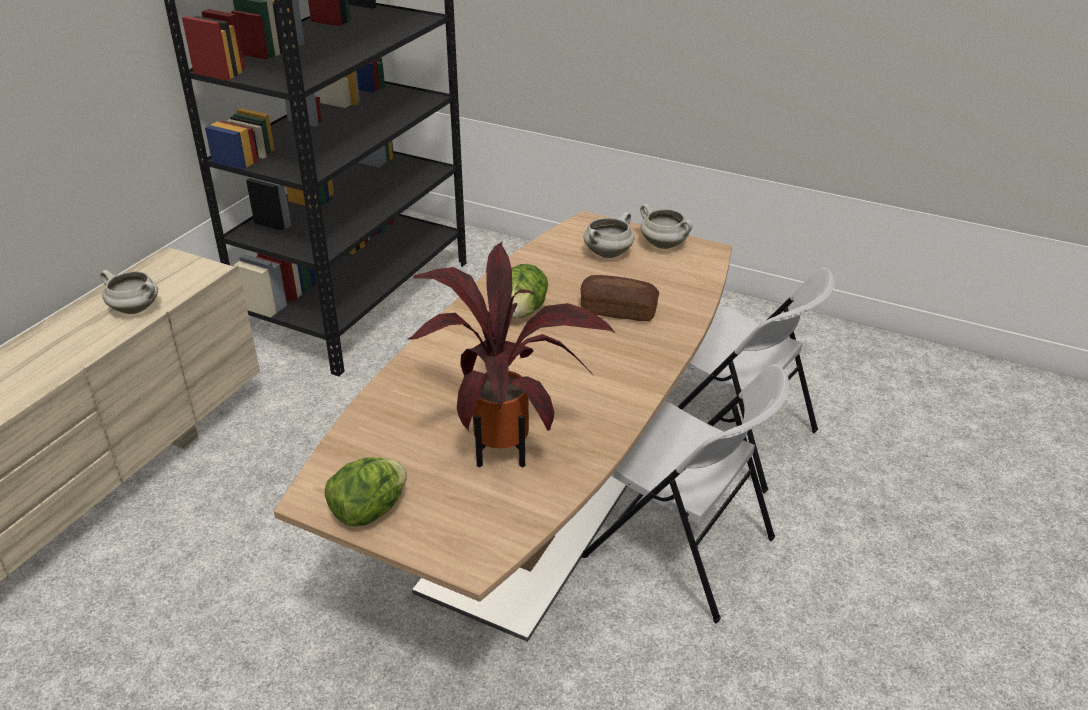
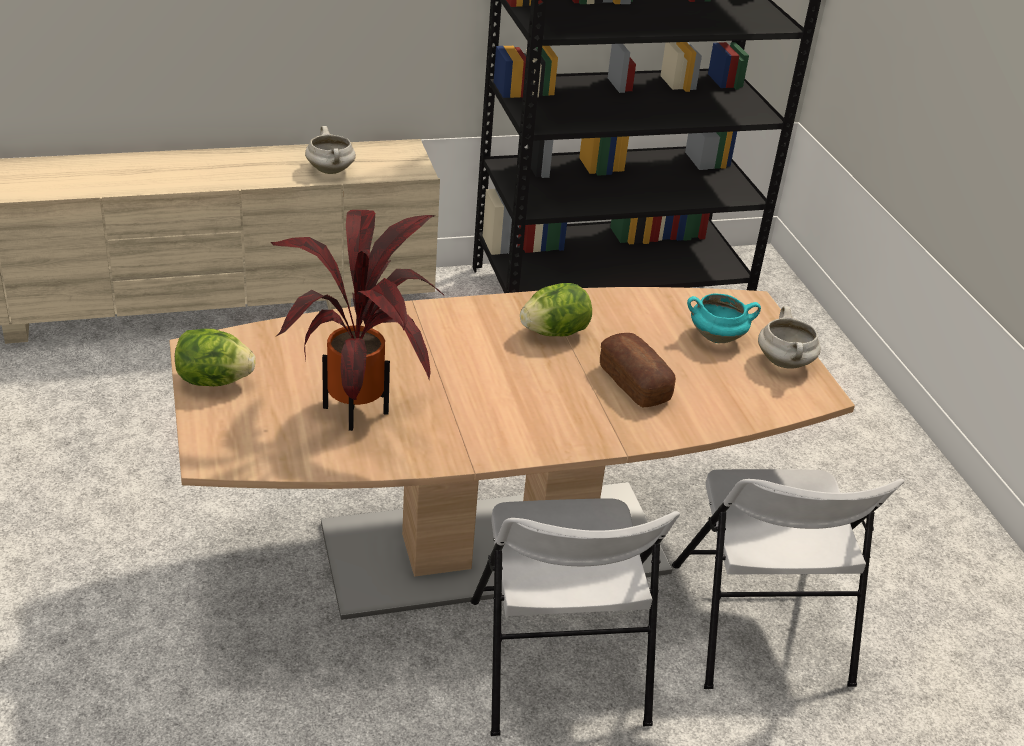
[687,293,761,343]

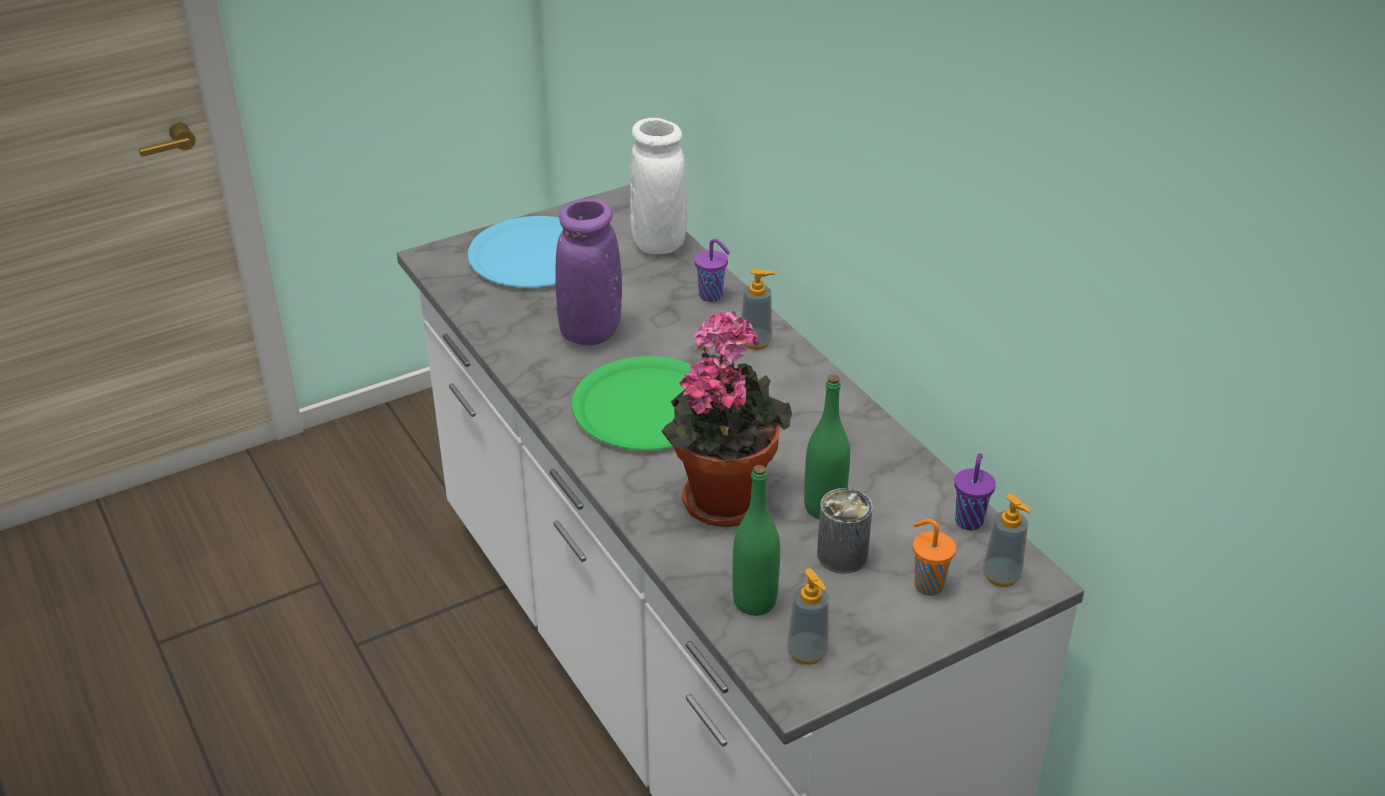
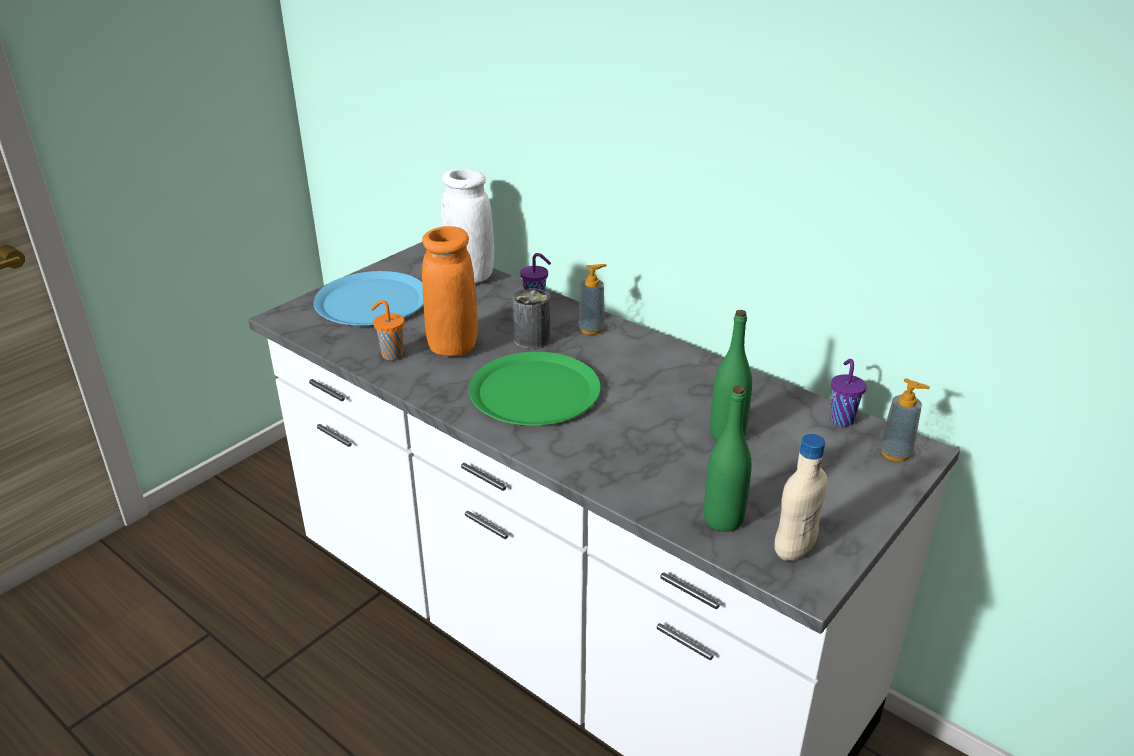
[422,226,478,356]
[662,311,792,527] (first image)
[774,434,828,561]
[512,288,550,349]
[371,300,404,360]

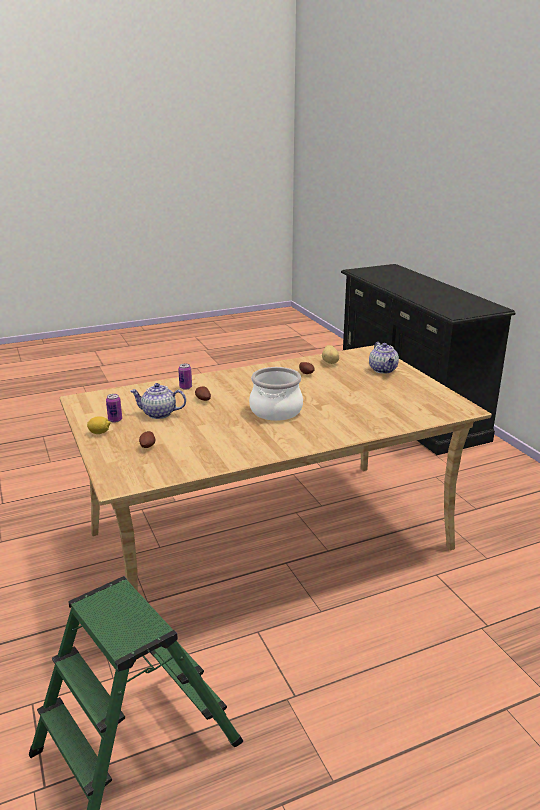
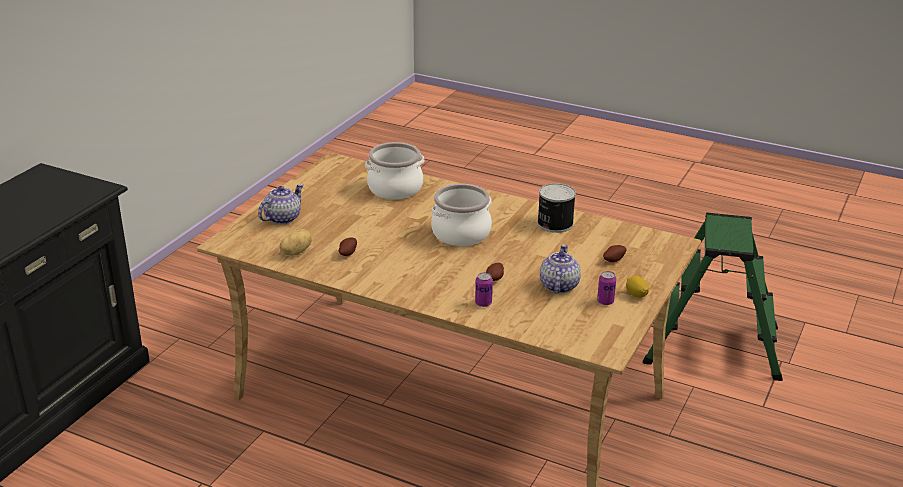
[540,245,581,294]
[365,142,425,199]
[537,183,576,233]

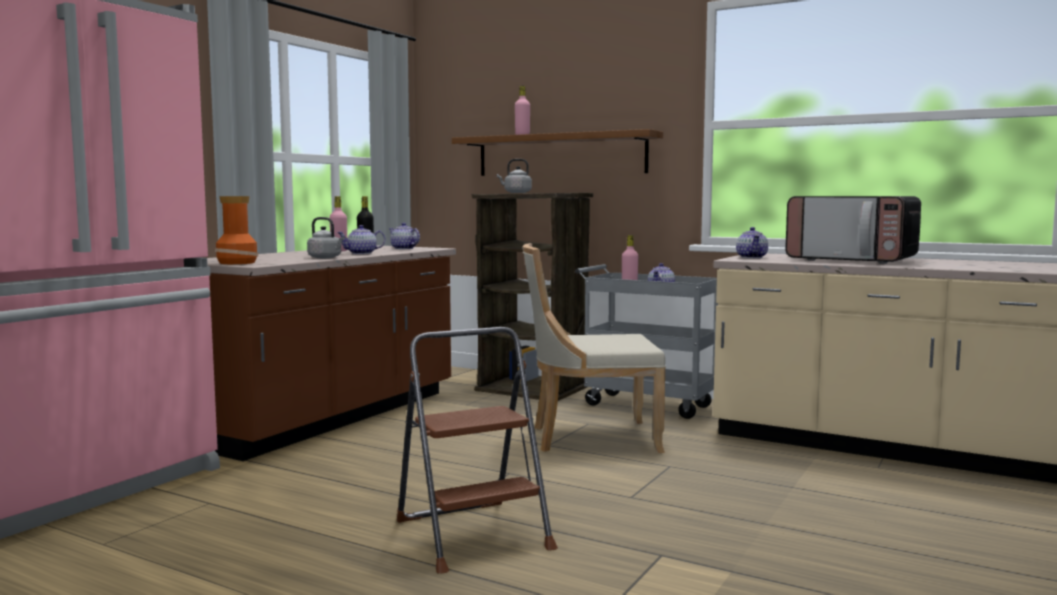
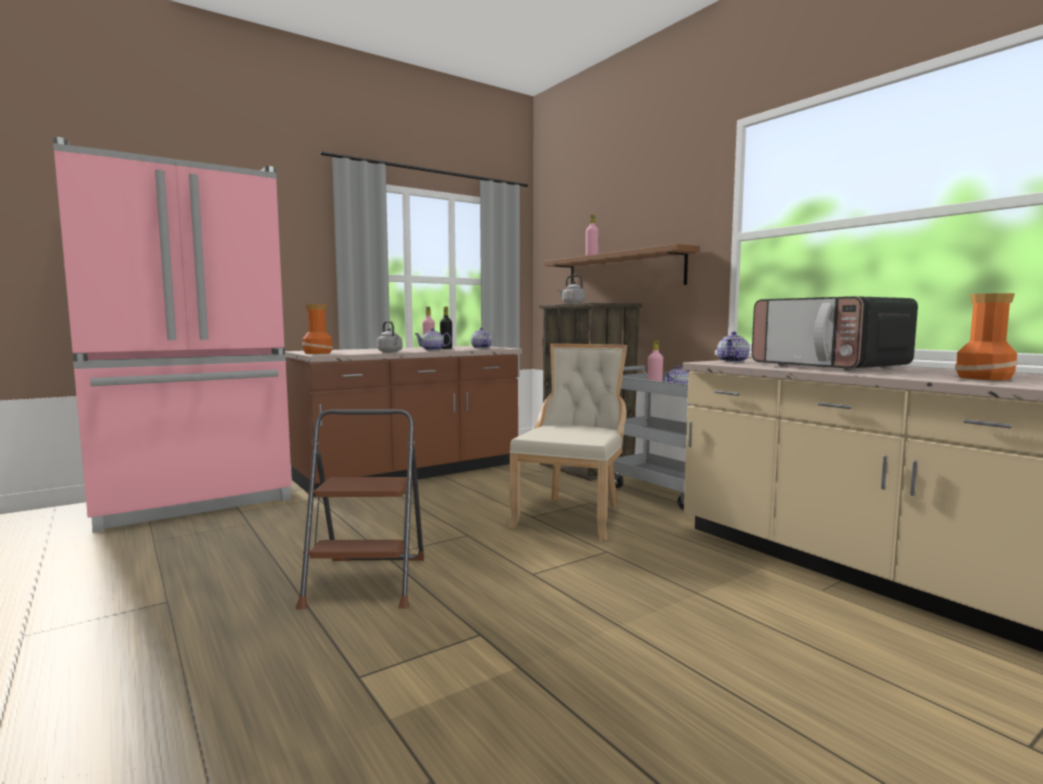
[509,343,627,541]
[955,293,1018,380]

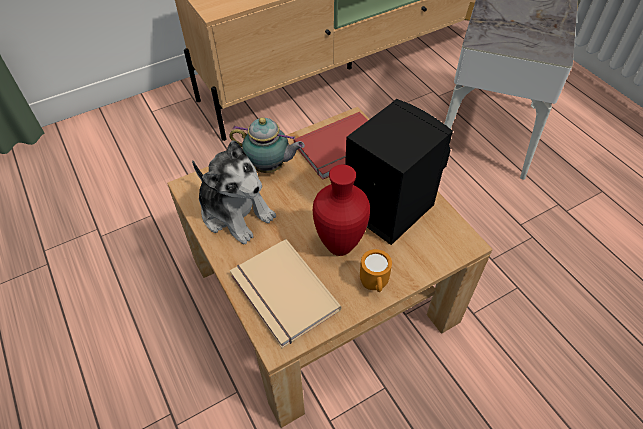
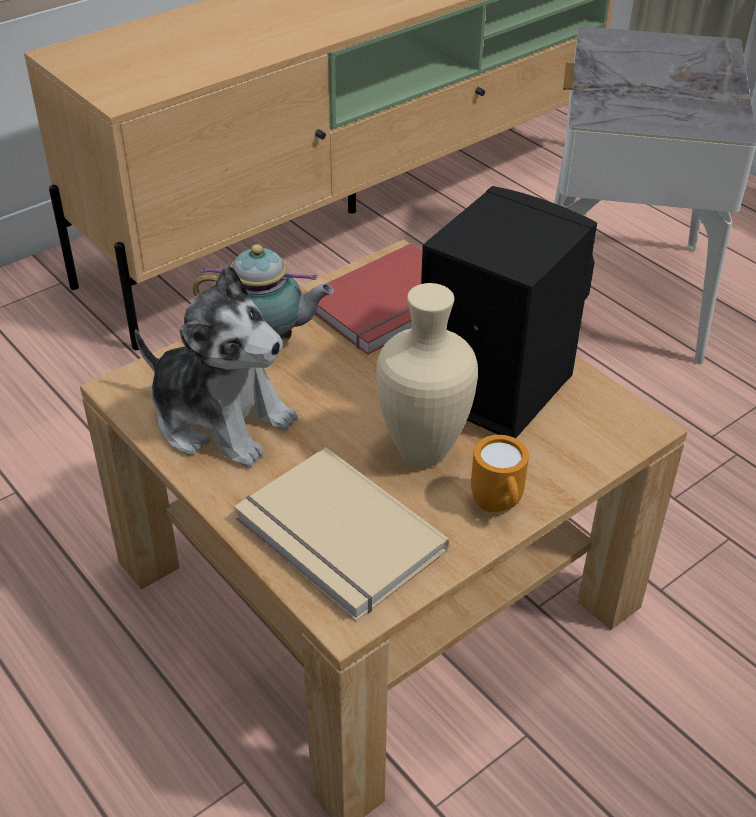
[376,283,478,467]

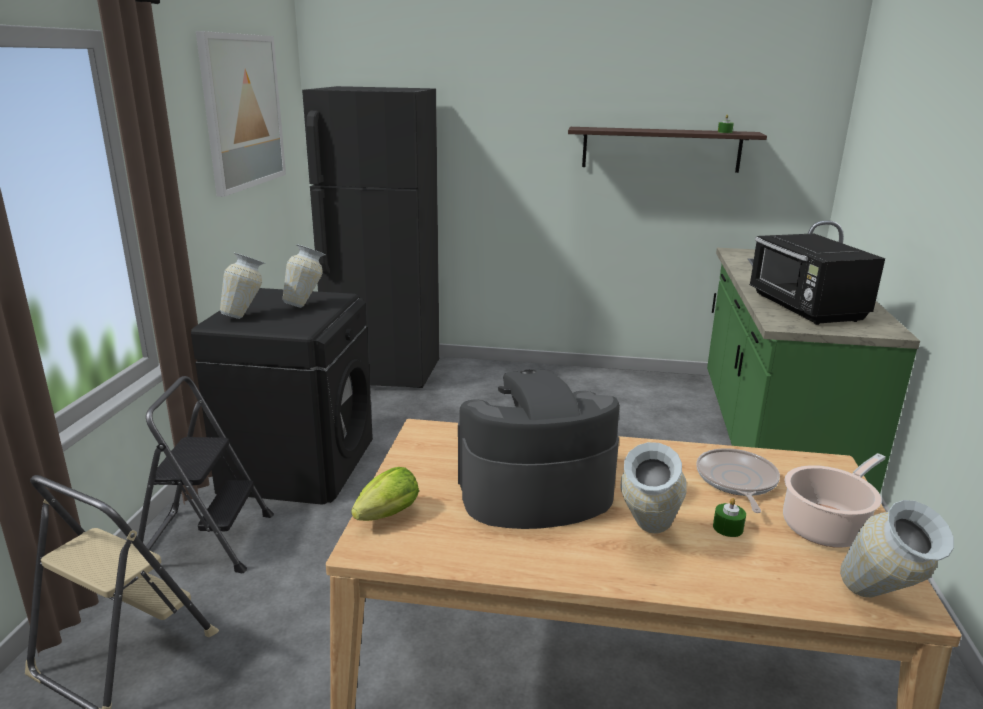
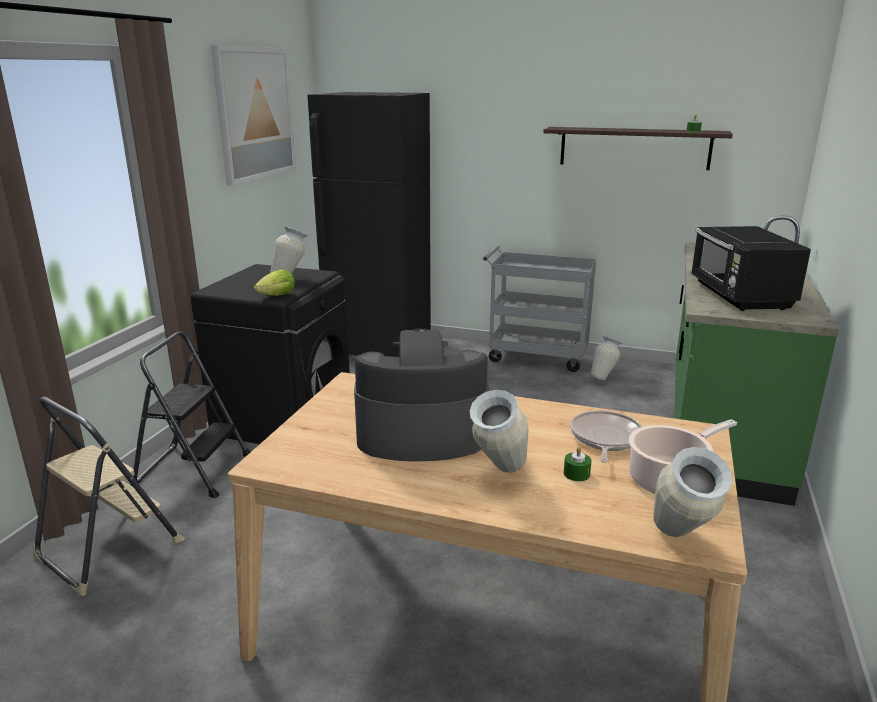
[591,336,623,381]
[254,269,295,296]
[483,245,596,372]

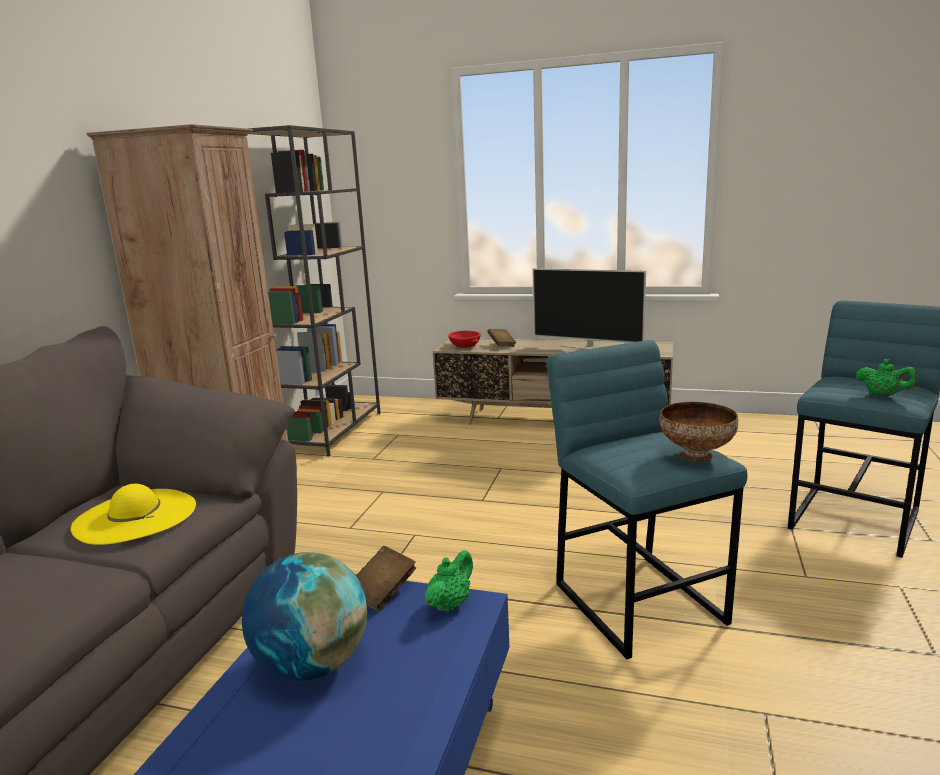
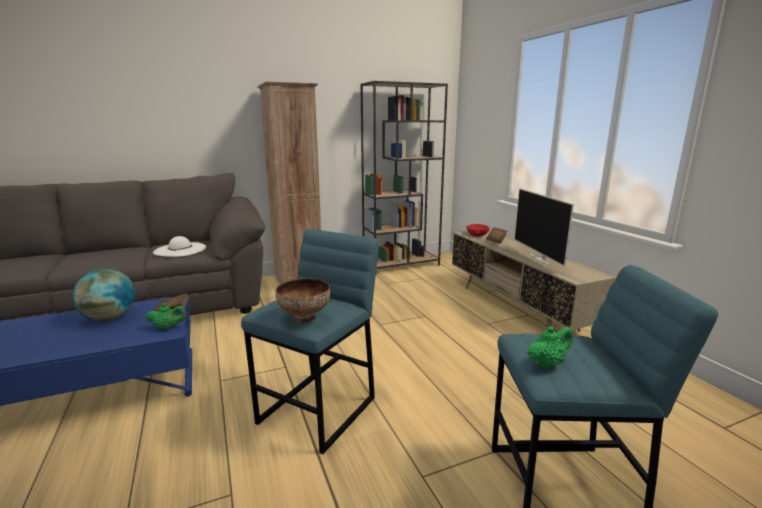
[153,236,206,257]
[527,326,573,368]

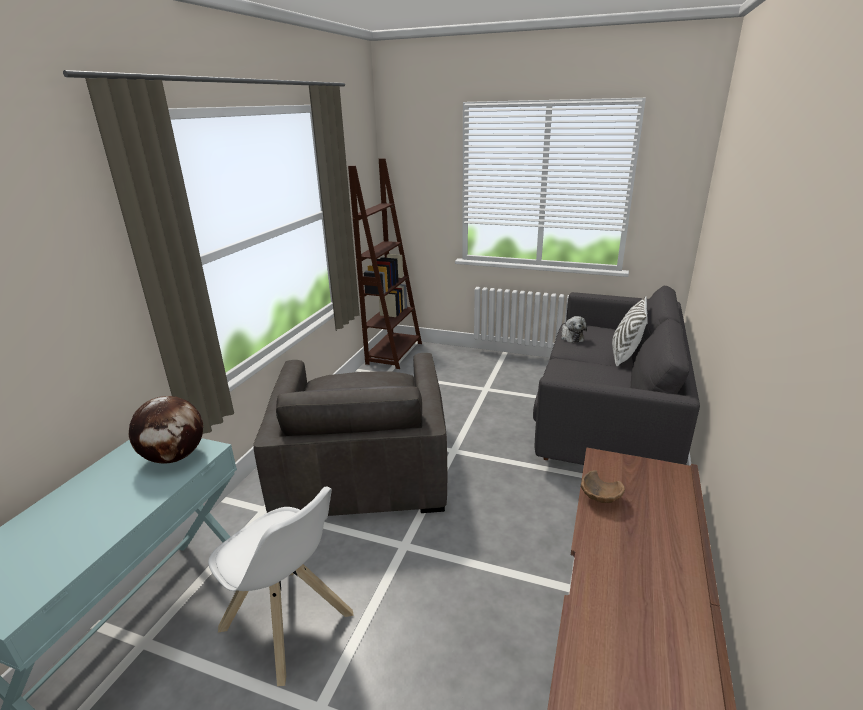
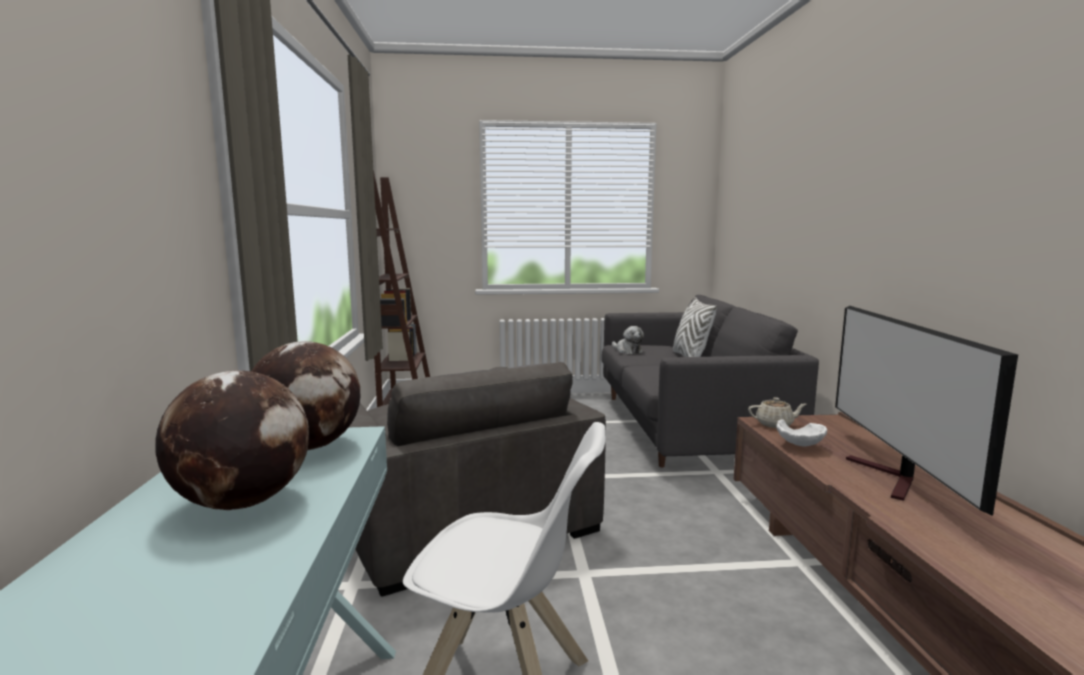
[776,419,827,447]
[155,371,309,510]
[748,397,806,428]
[835,306,1018,516]

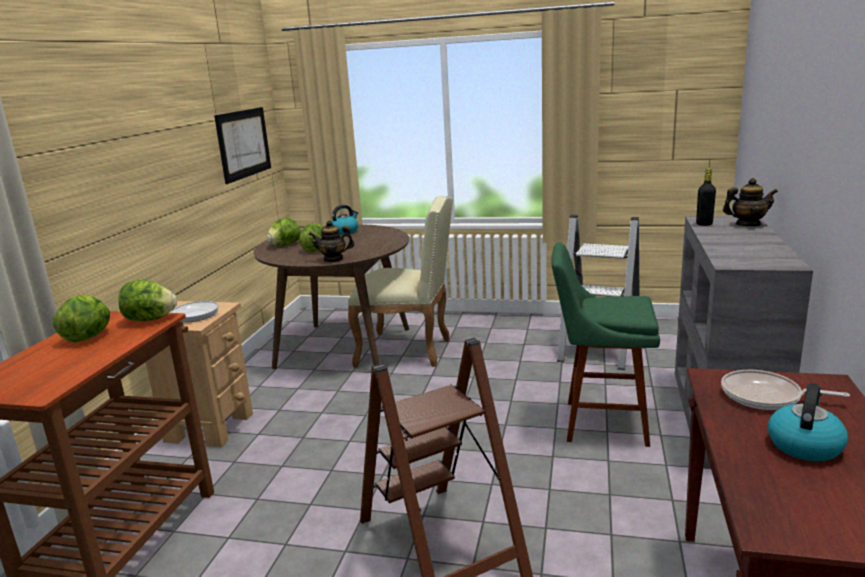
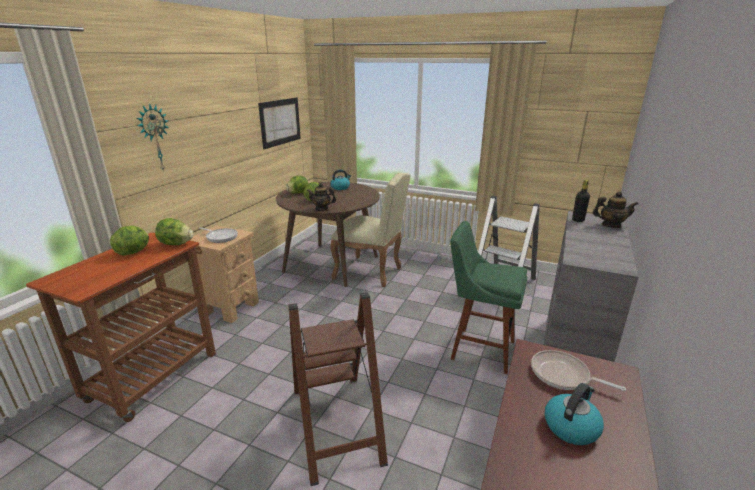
[137,103,169,172]

